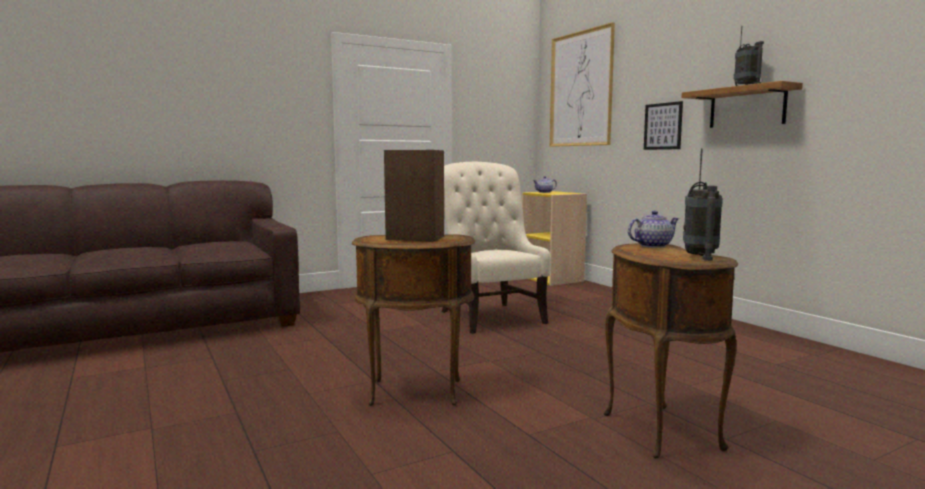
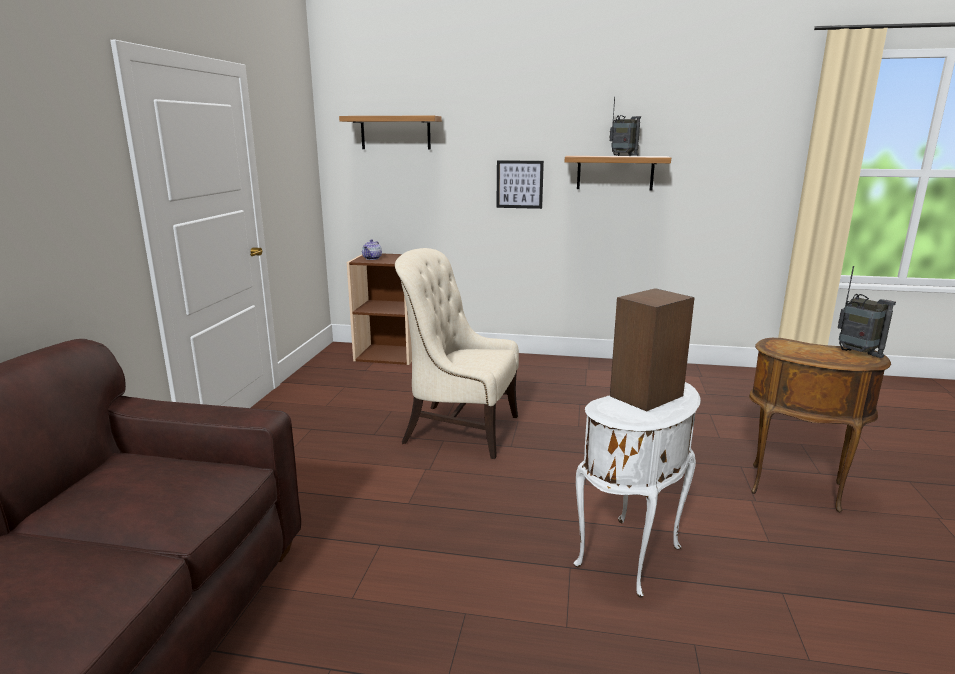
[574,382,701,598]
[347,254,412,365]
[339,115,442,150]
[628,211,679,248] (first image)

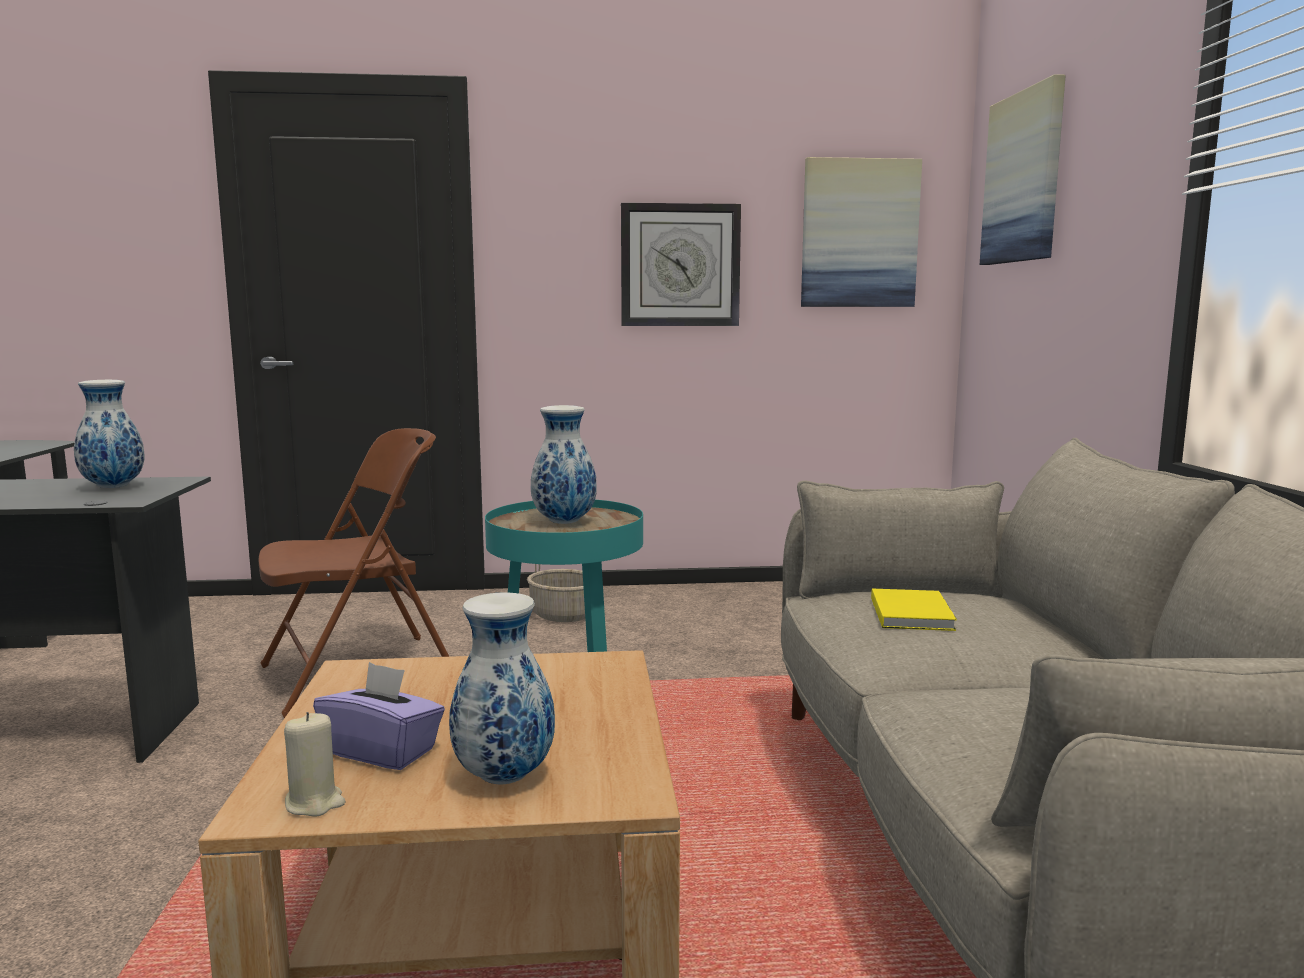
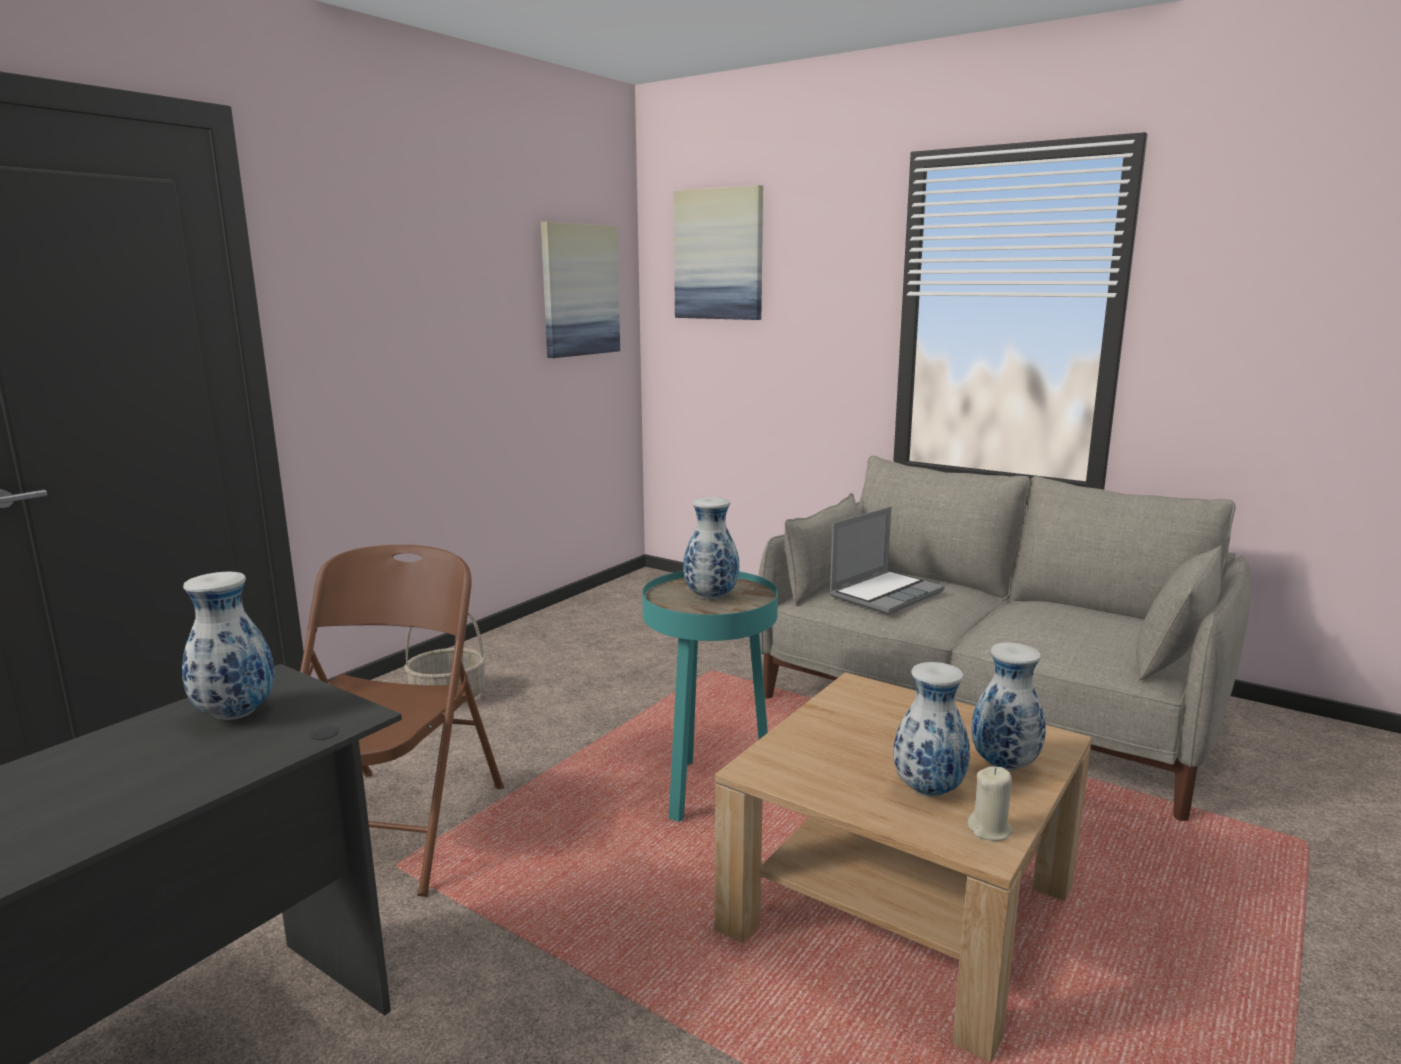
[893,662,970,797]
[621,203,741,326] (first image)
[829,507,944,614]

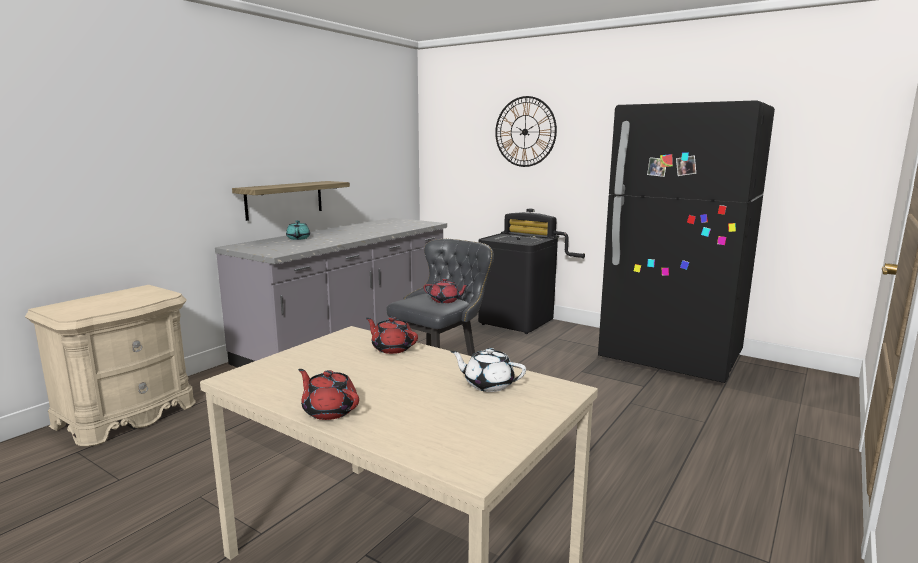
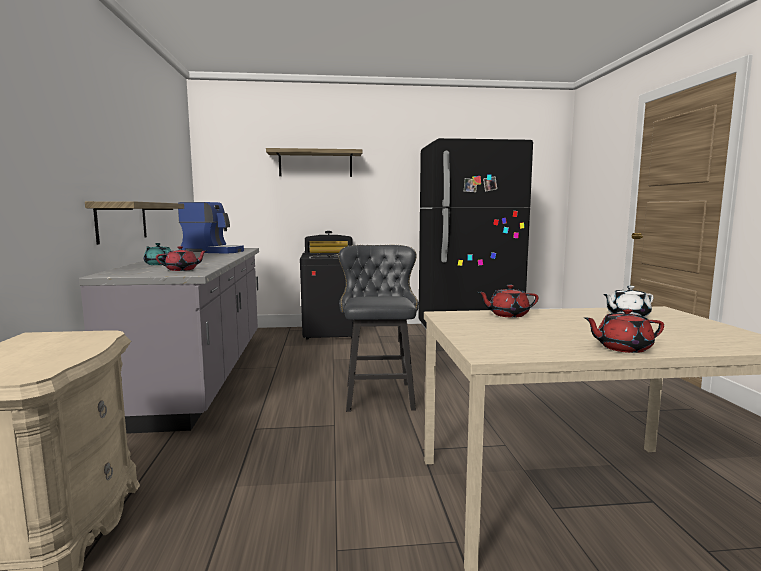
[156,246,208,271]
[266,148,363,177]
[178,202,244,254]

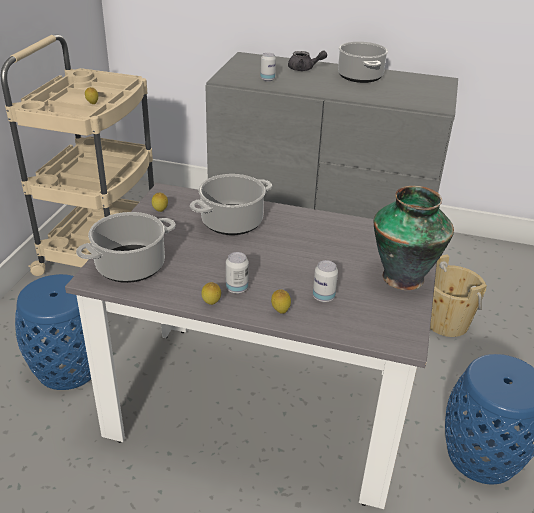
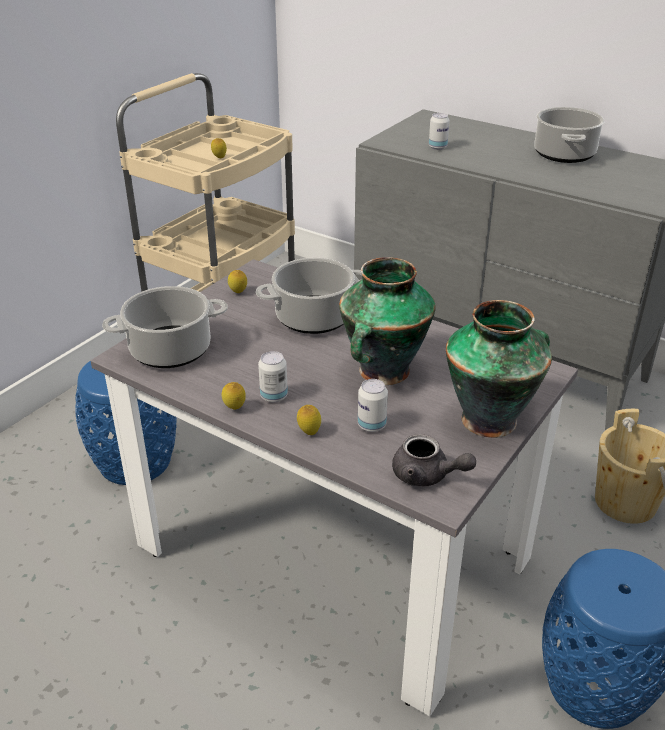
[392,434,476,486]
[339,257,436,385]

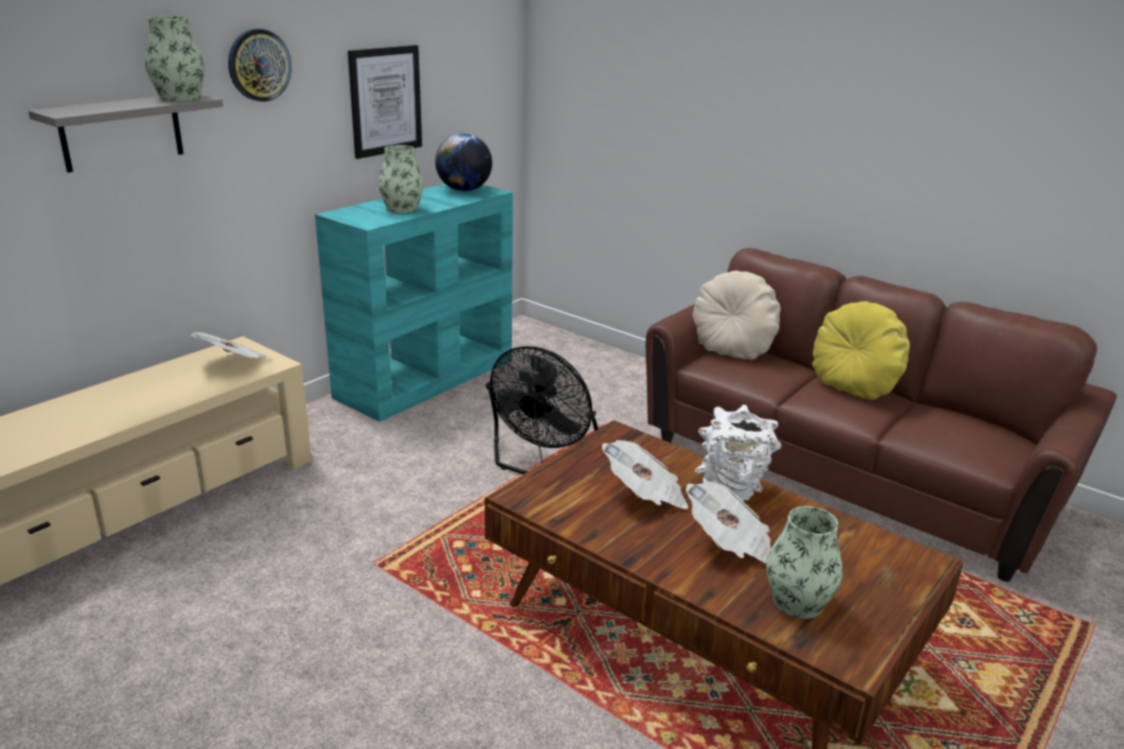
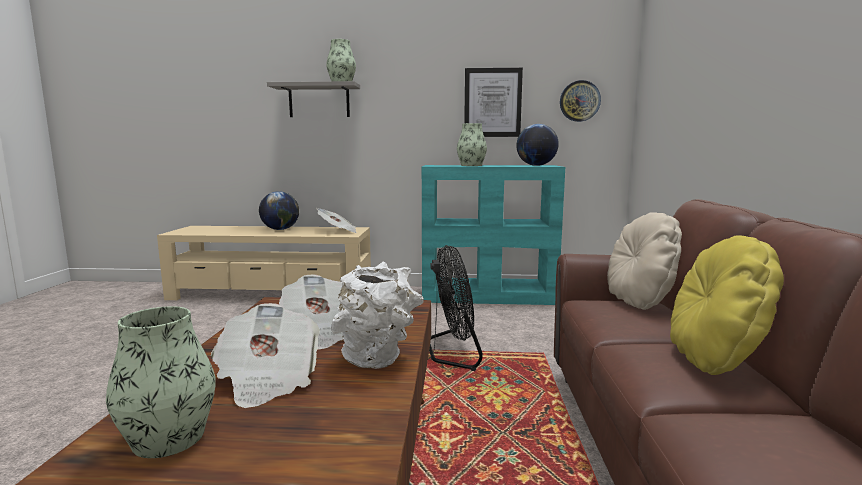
[560,80,601,122]
[259,191,299,230]

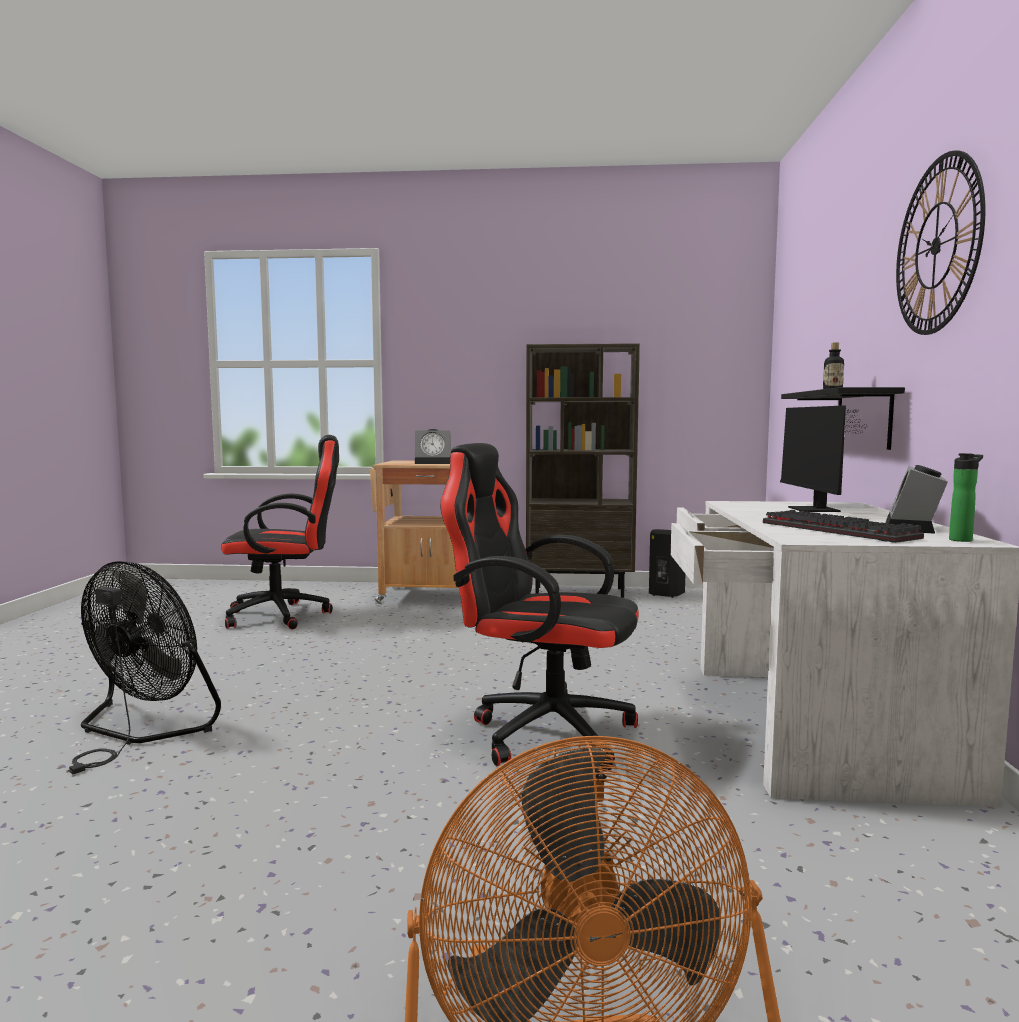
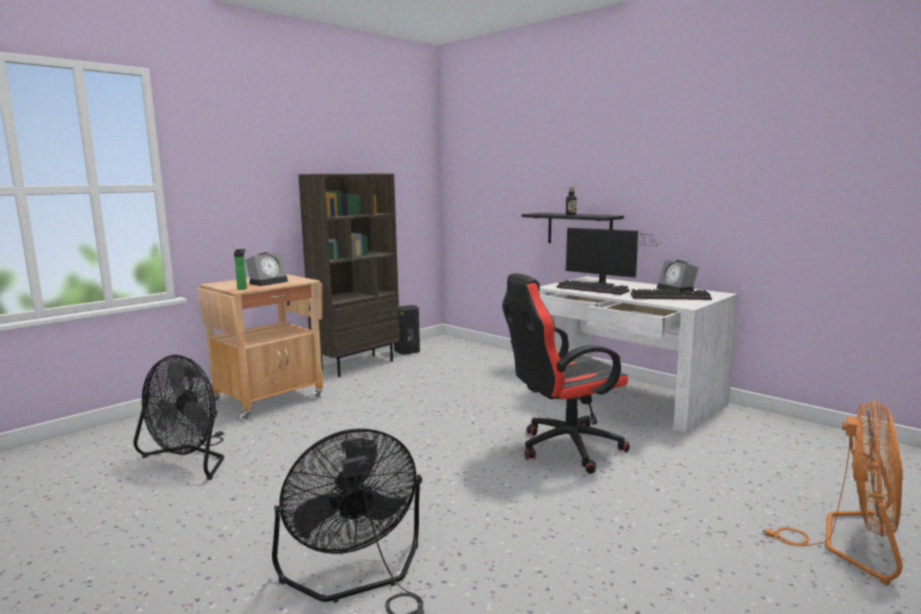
[133,355,224,480]
[896,150,985,335] (first image)
[234,249,247,290]
[557,280,629,295]

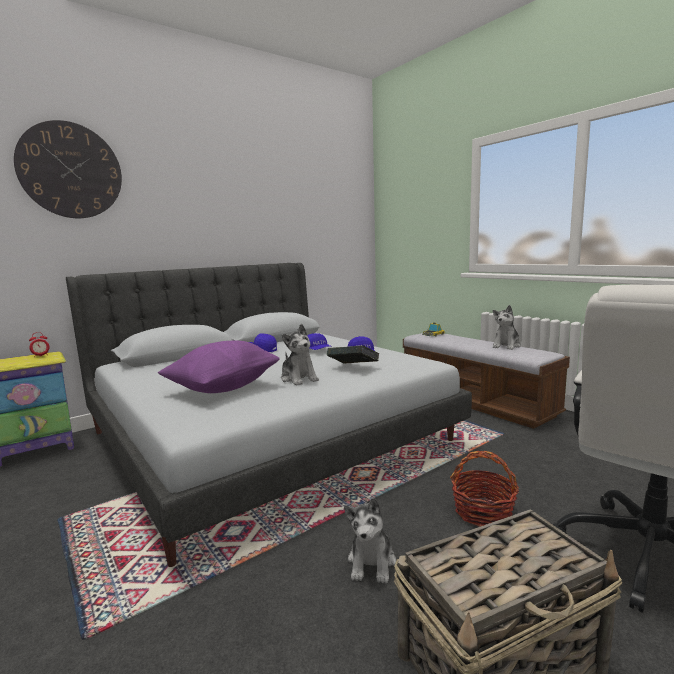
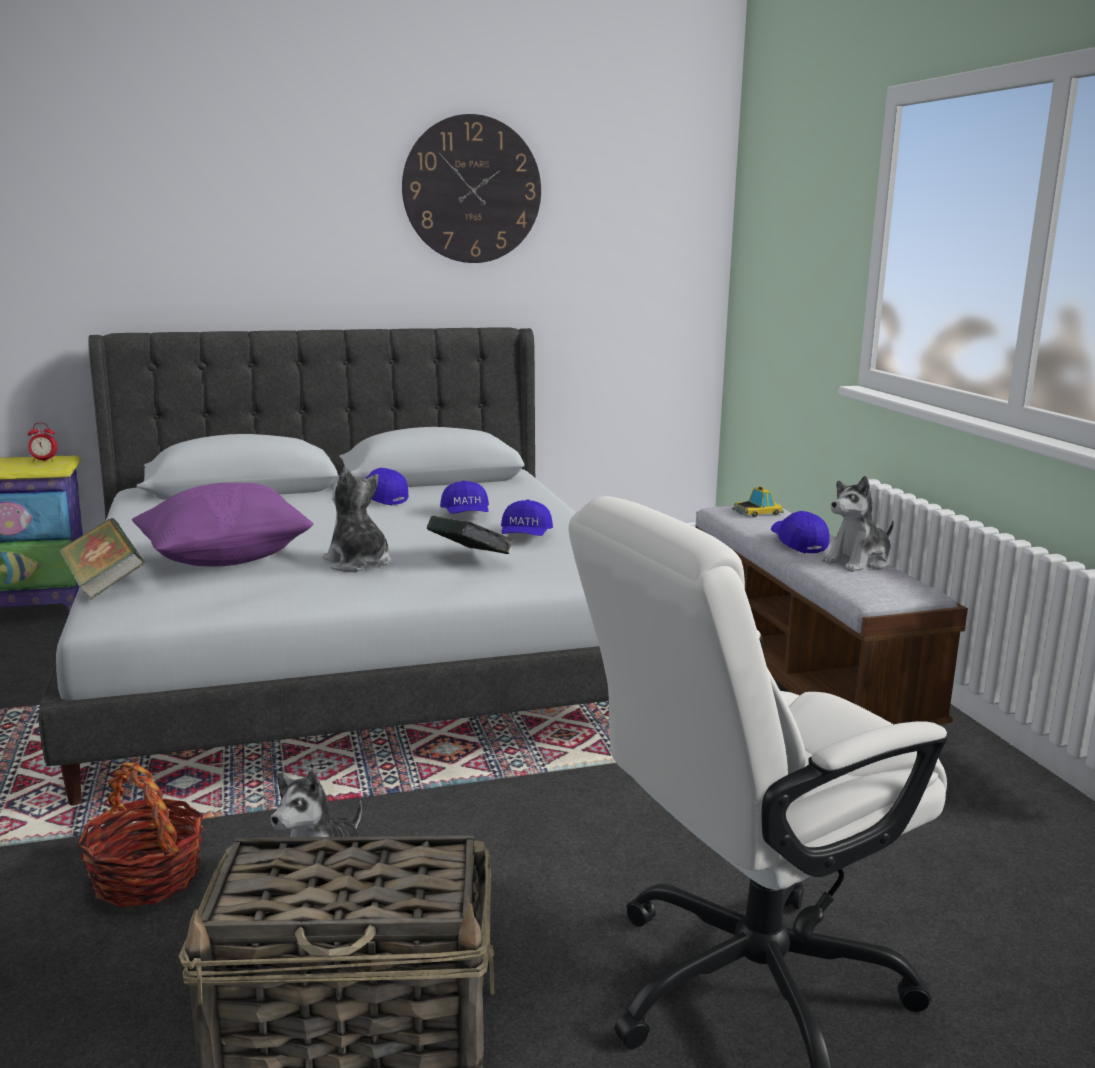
[402,114,541,263]
[323,466,391,572]
[76,763,204,907]
[58,518,145,599]
[771,511,830,553]

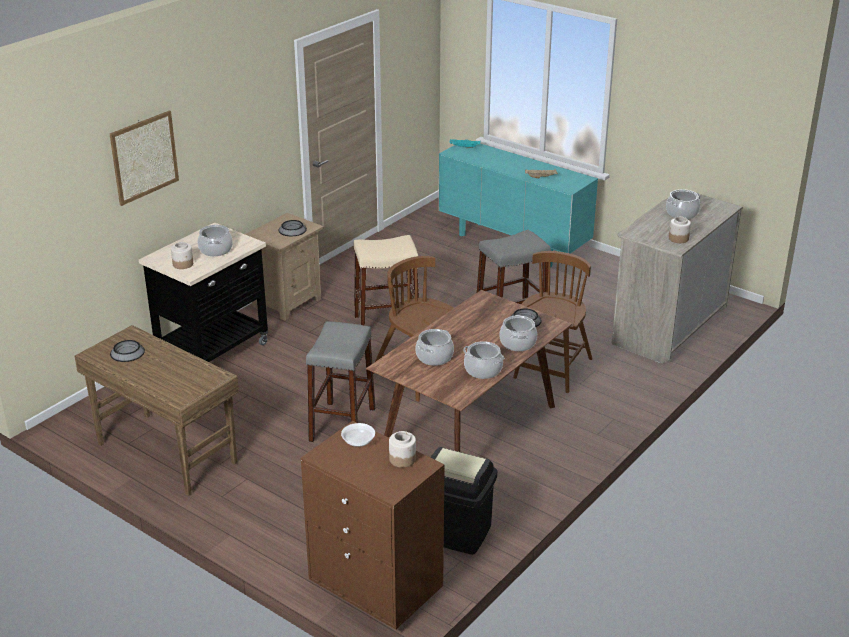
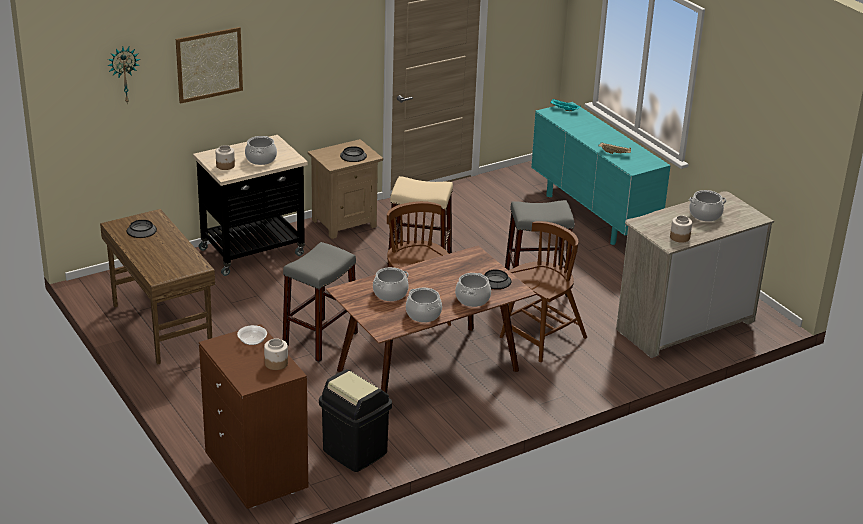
[107,47,140,103]

